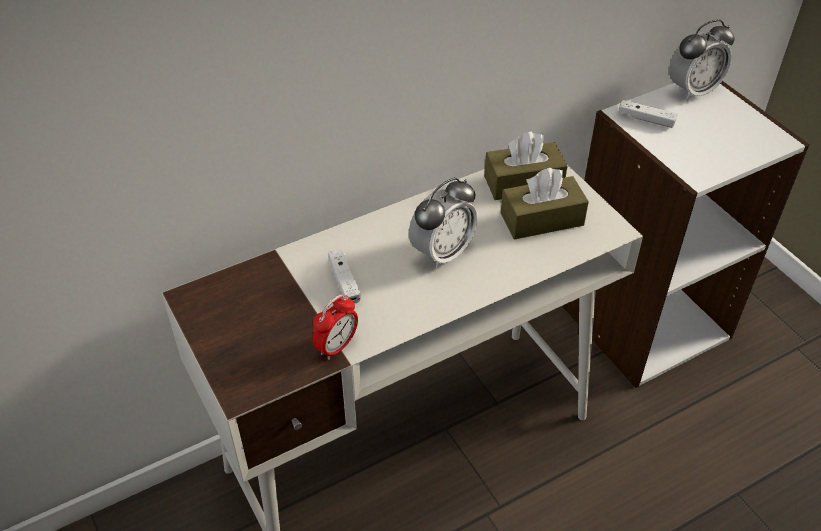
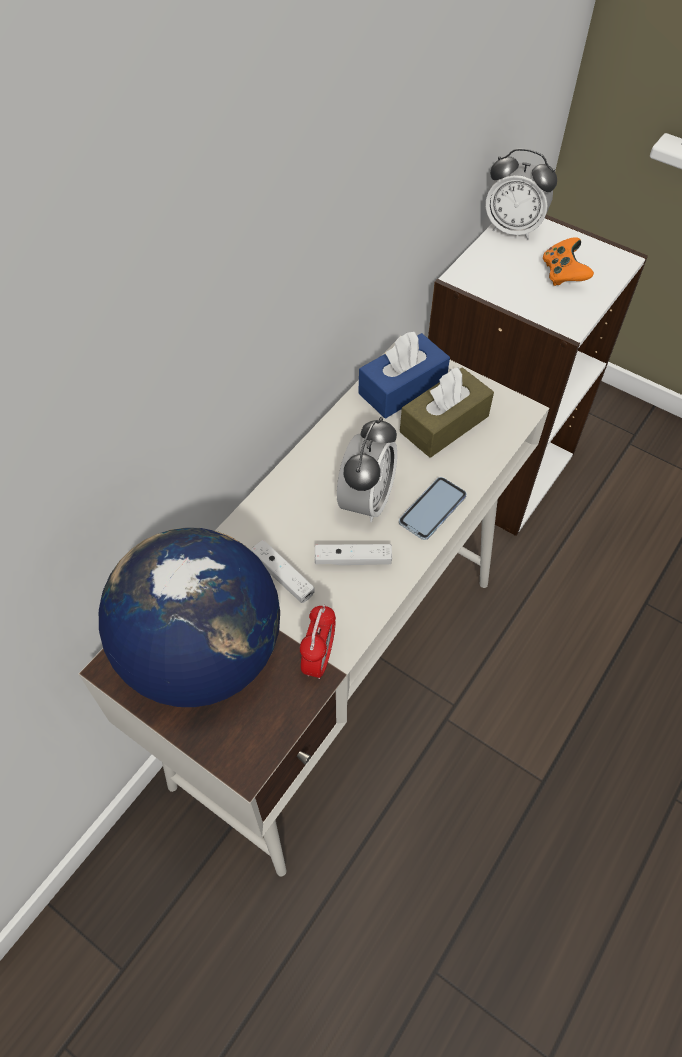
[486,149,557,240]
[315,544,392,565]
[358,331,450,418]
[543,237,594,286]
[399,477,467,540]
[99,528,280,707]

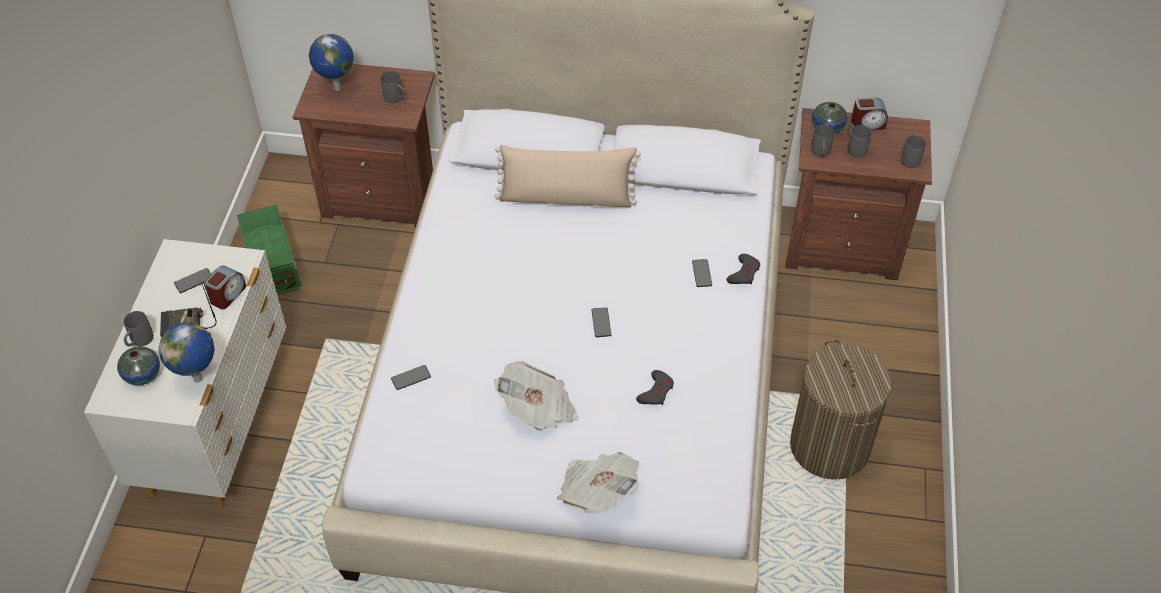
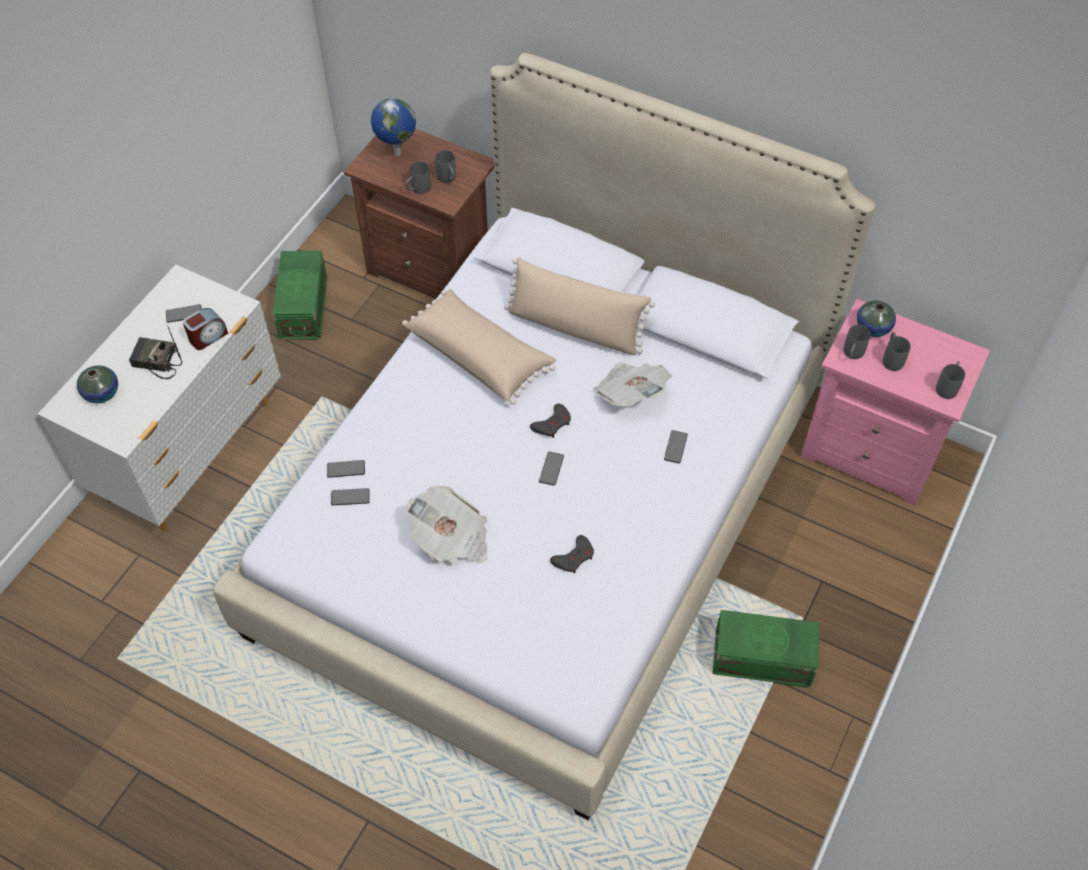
[851,97,888,130] (first image)
[801,299,990,506]
[530,404,571,438]
[405,161,431,194]
[159,322,214,383] (first image)
[713,610,820,688]
[593,363,672,406]
[402,289,556,404]
[331,488,370,505]

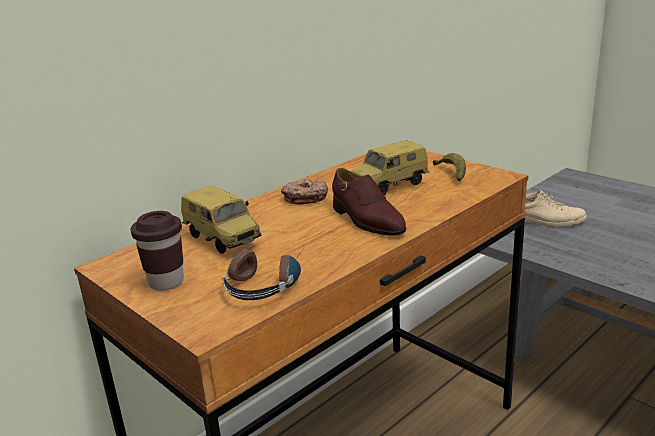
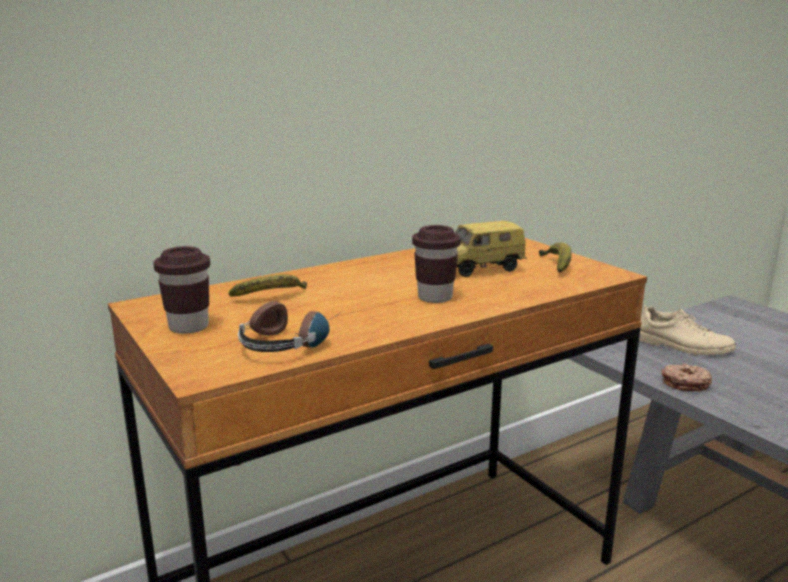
[412,225,461,303]
[661,363,712,391]
[229,274,307,297]

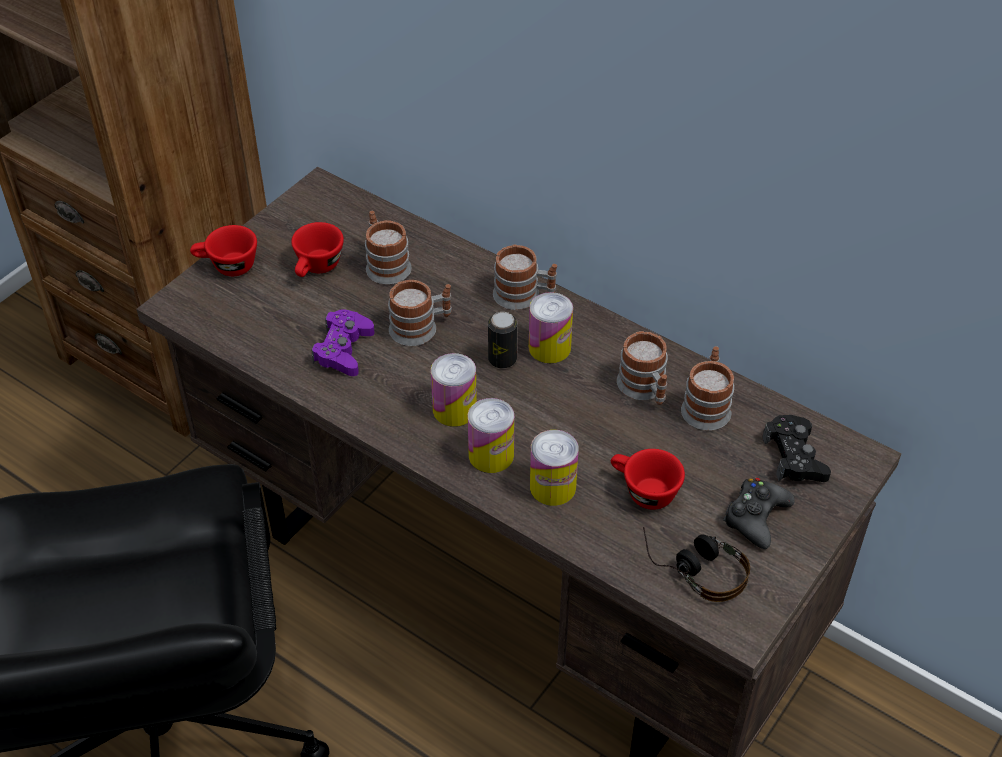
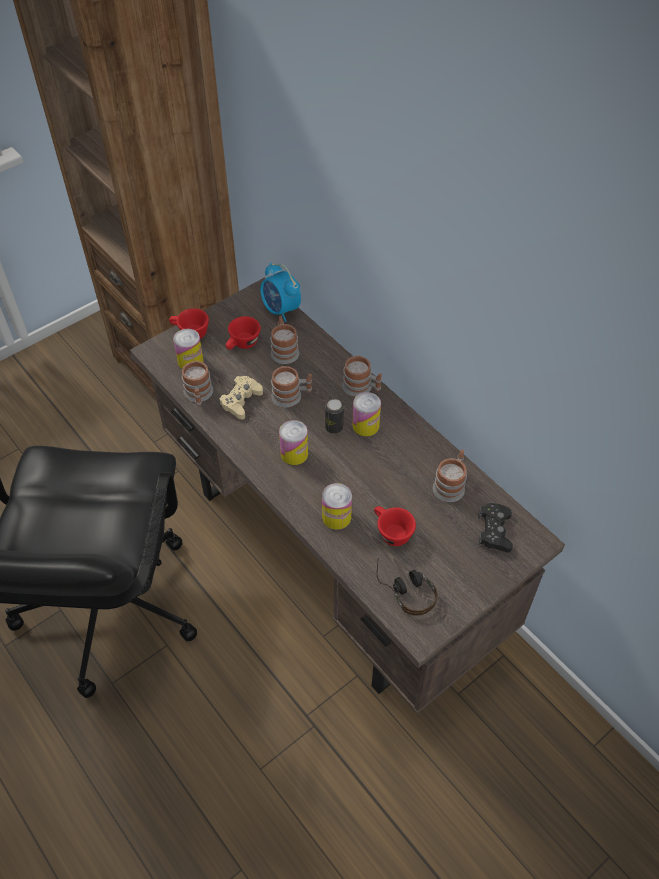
[219,376,263,419]
[182,361,213,406]
[173,329,203,369]
[723,478,795,549] (first image)
[260,263,301,322]

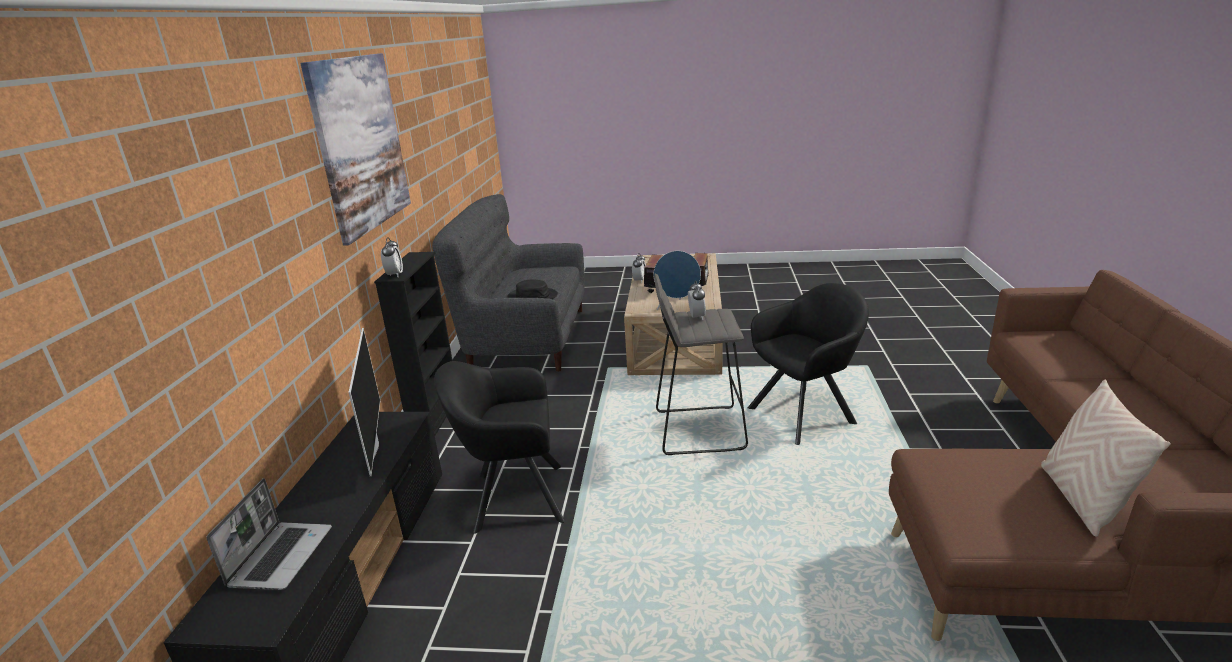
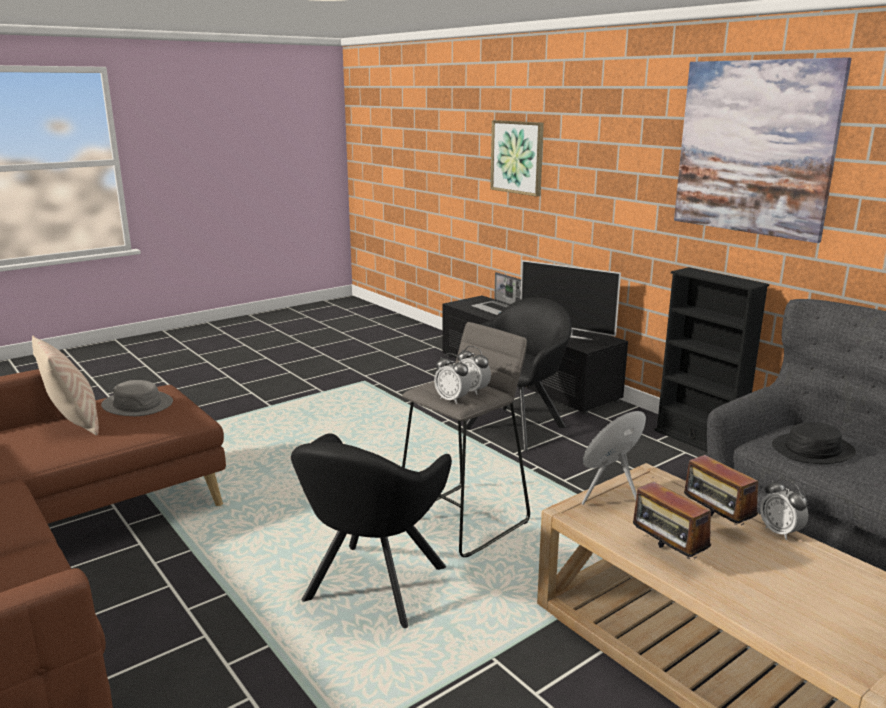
[434,353,471,404]
[490,120,544,197]
[101,380,173,416]

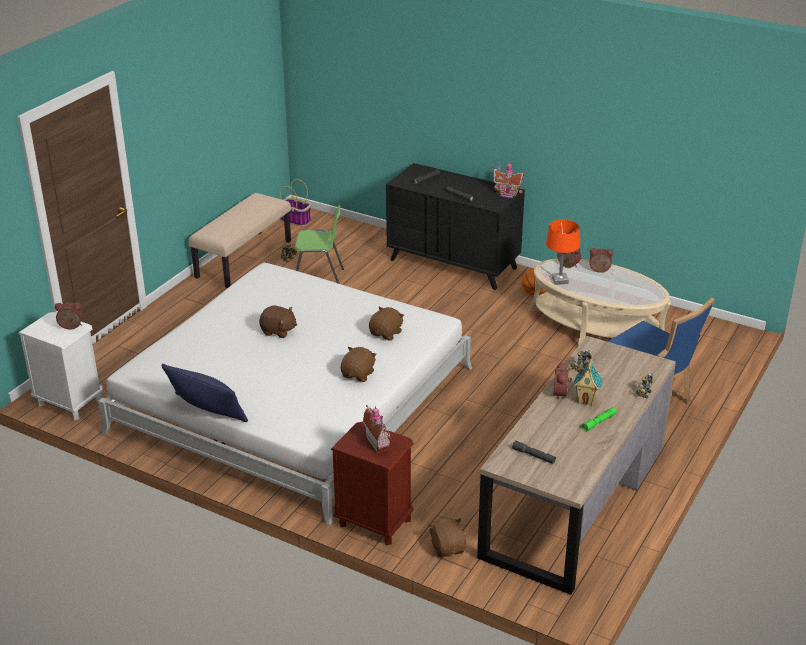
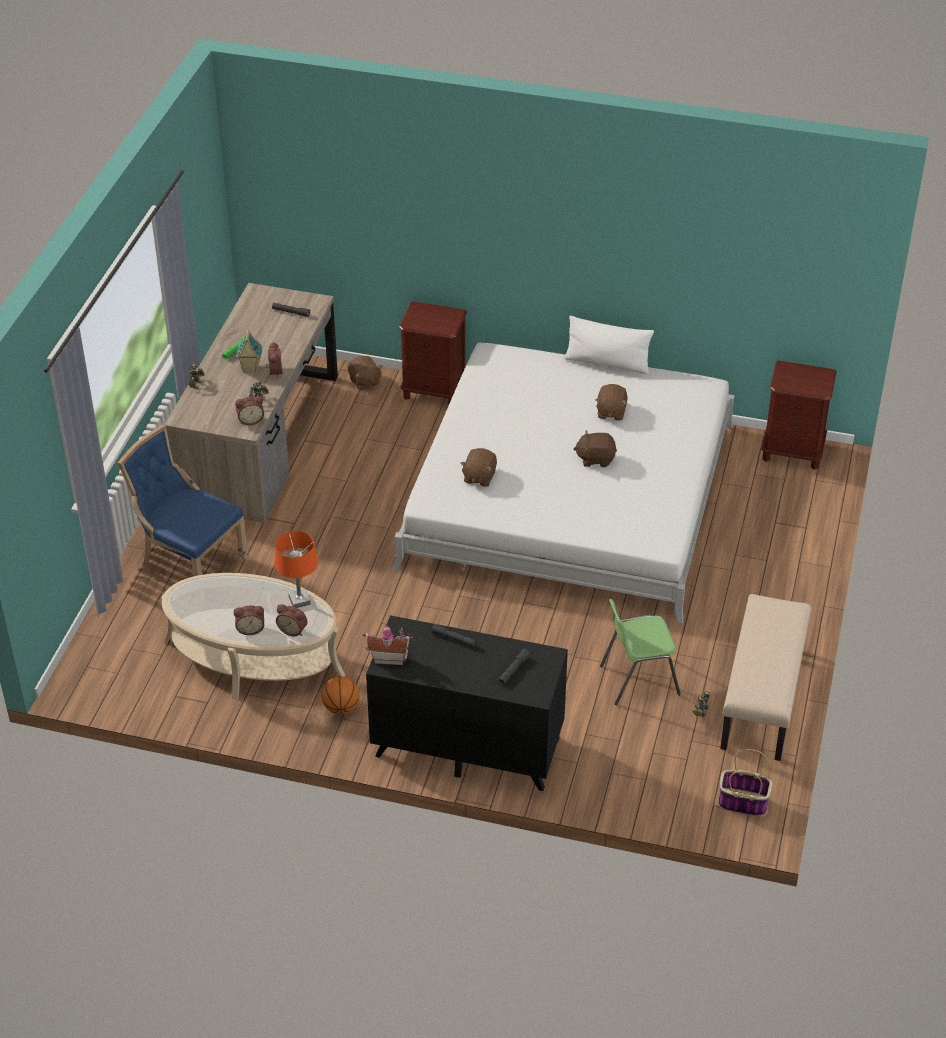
[235,396,264,425]
[761,360,837,470]
[595,384,627,421]
[564,316,654,374]
[363,405,390,453] (first image)

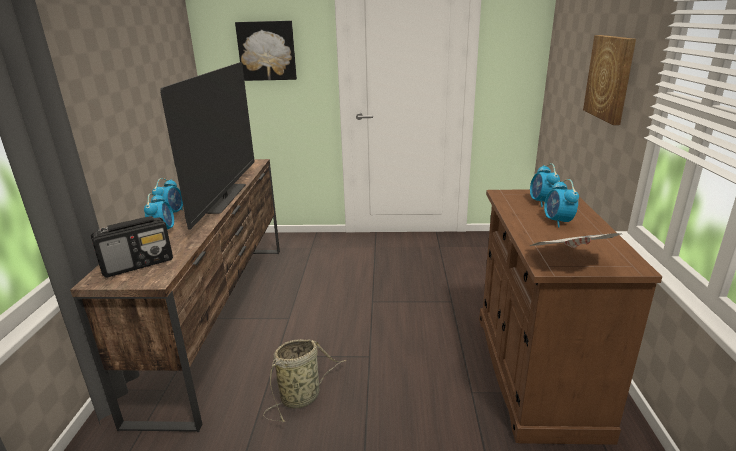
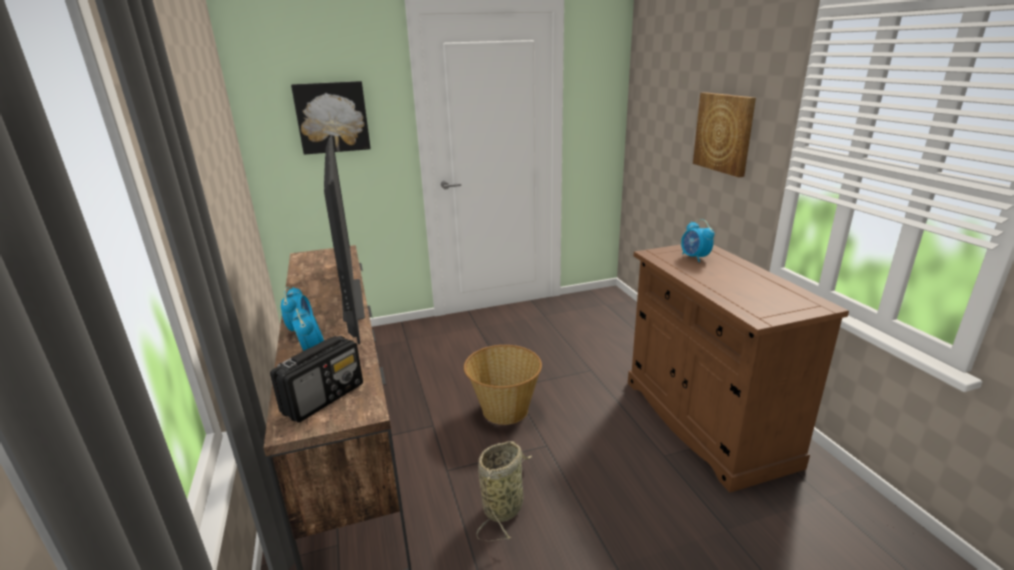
[544,179,579,227] (first image)
[532,233,621,248] (first image)
[464,345,542,425]

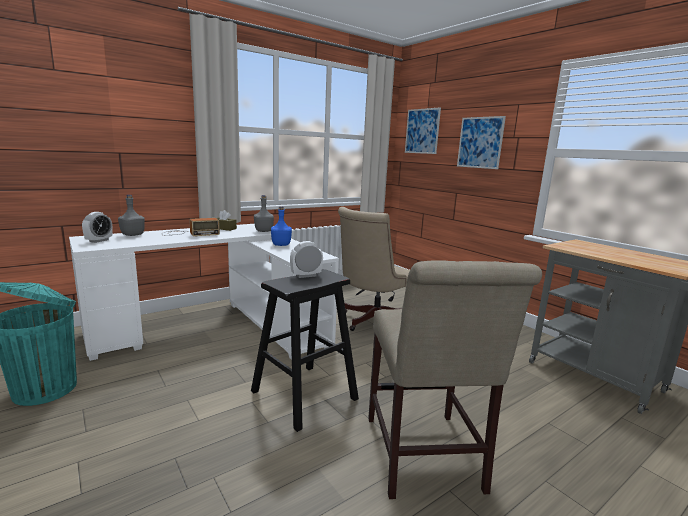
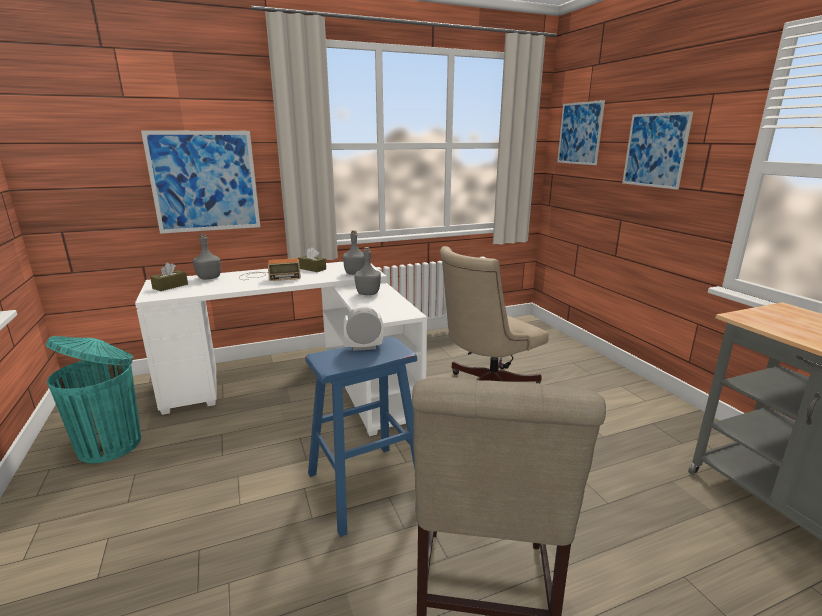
[355,247,381,295]
[150,263,188,291]
[305,337,417,537]
[141,130,260,234]

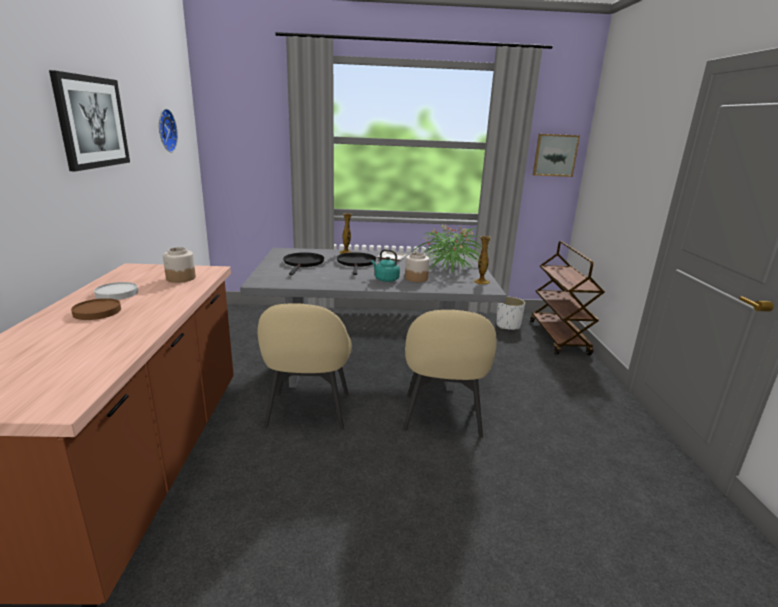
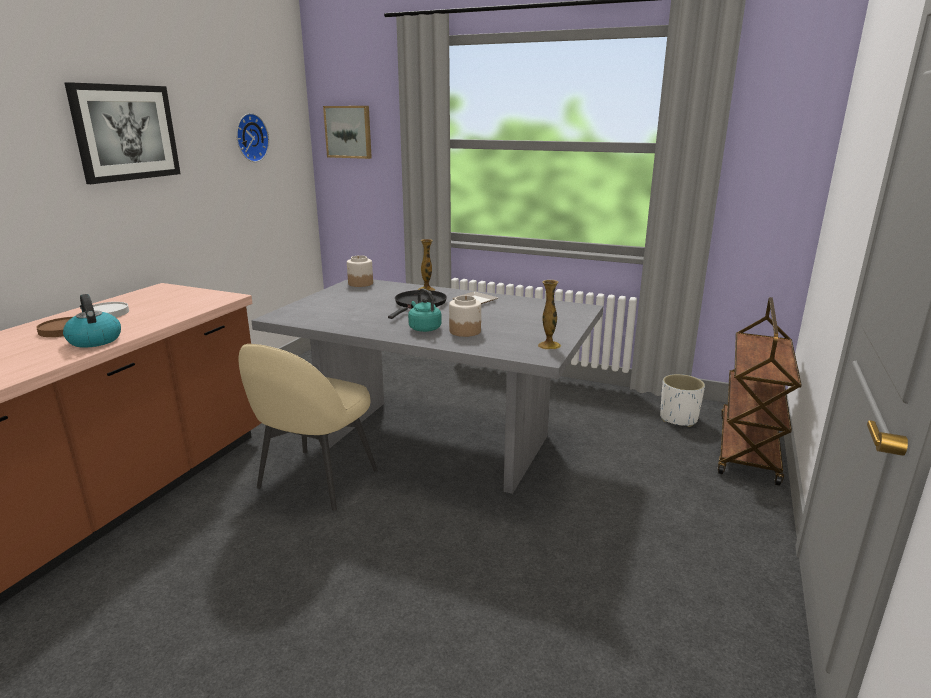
[323,106,372,159]
[413,224,482,274] (first image)
[347,255,373,287]
[283,252,324,275] (first image)
[403,310,497,438] (first image)
[63,294,121,348]

